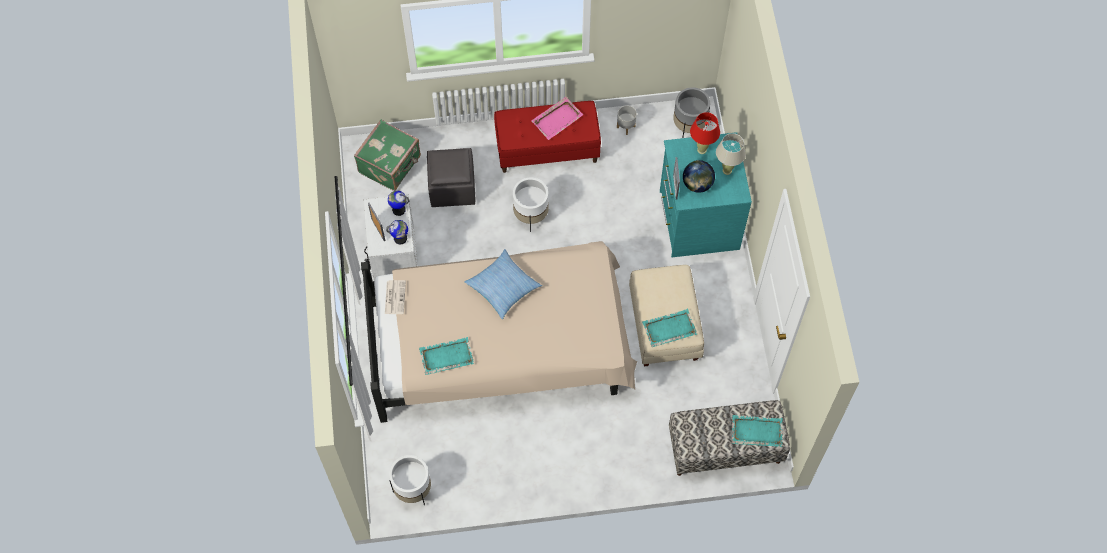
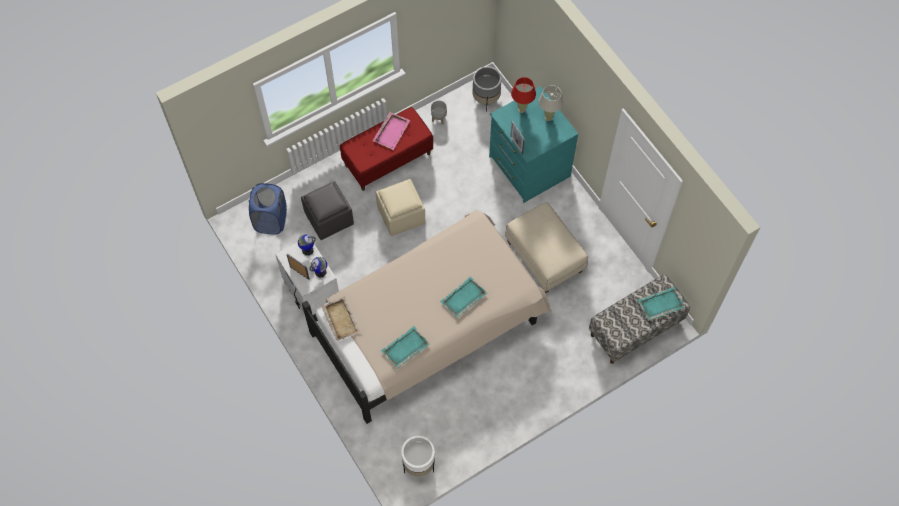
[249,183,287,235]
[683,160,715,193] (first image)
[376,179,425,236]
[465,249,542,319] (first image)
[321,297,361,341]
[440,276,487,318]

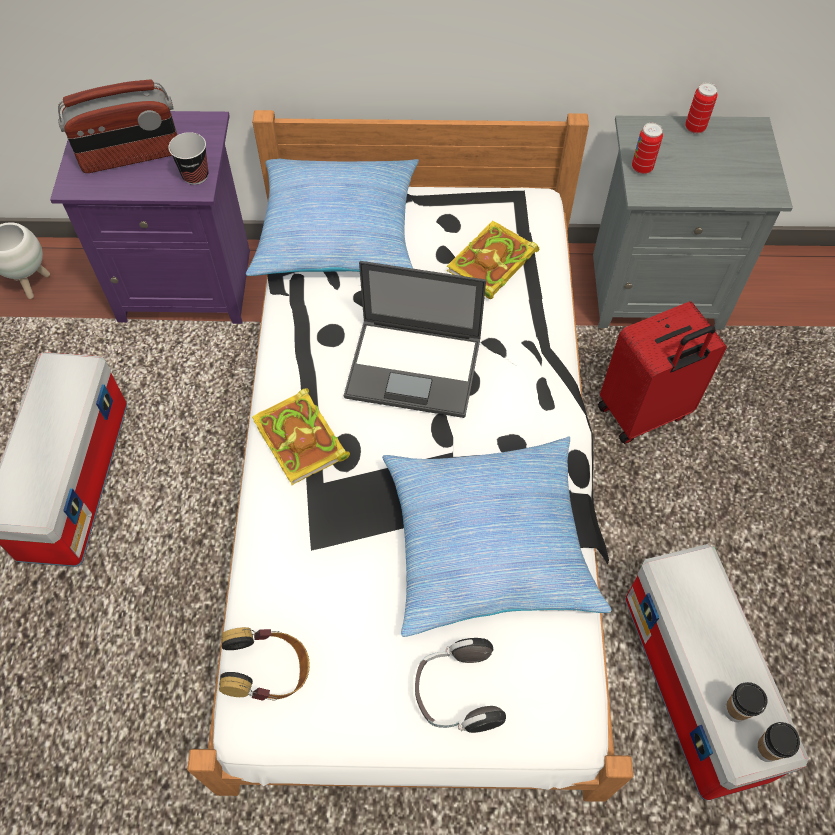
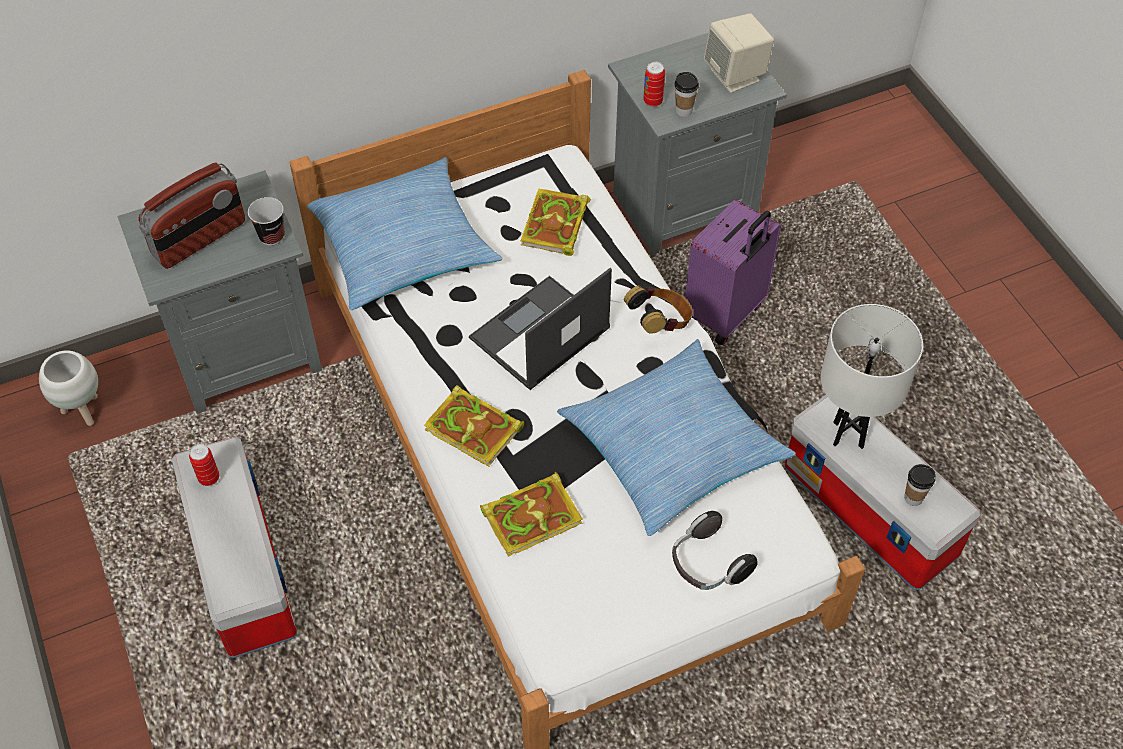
[189,444,219,486]
[117,170,322,414]
[469,268,612,390]
[685,199,781,345]
[624,286,693,334]
[674,72,699,117]
[704,13,774,93]
[821,304,923,449]
[480,472,583,557]

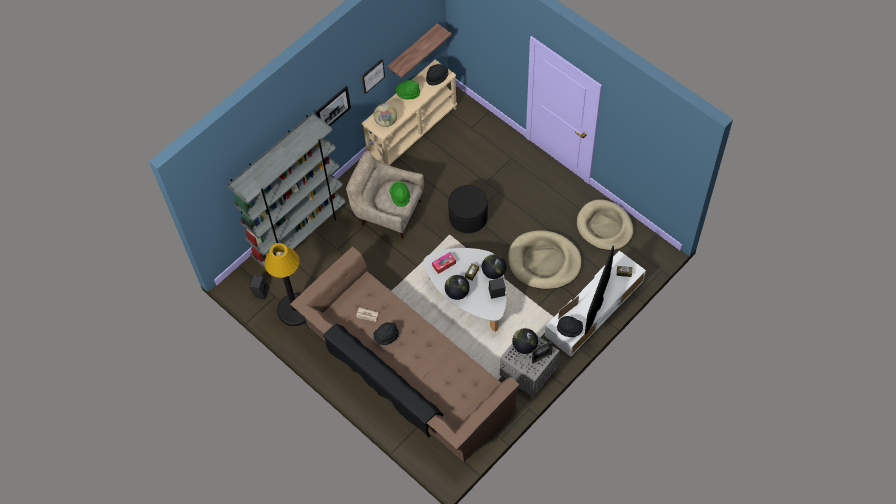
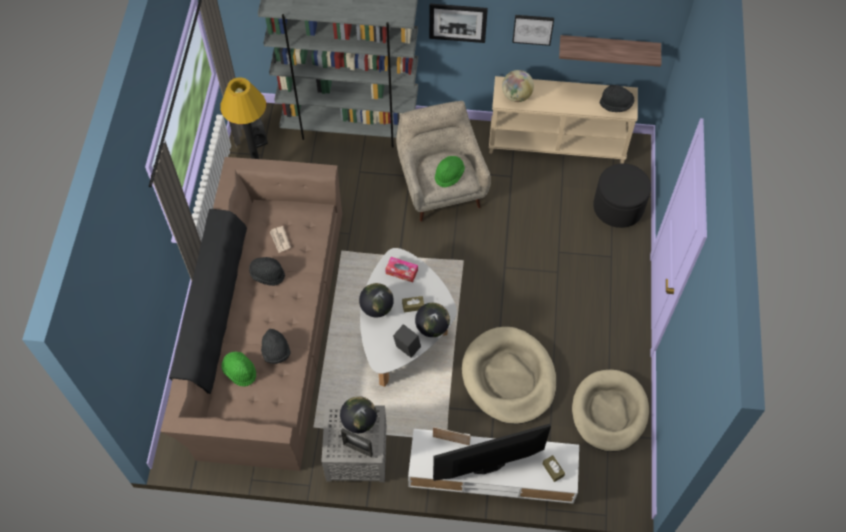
[221,352,256,387]
[593,163,651,228]
[261,329,291,364]

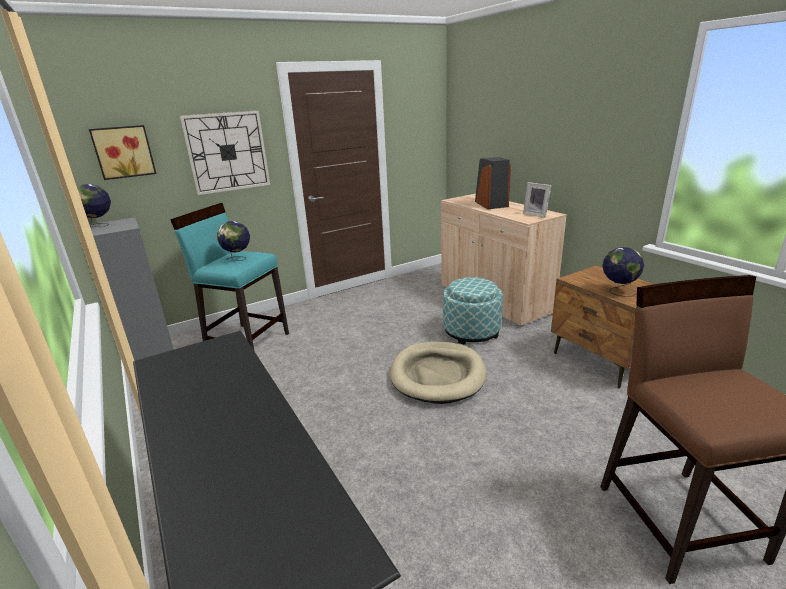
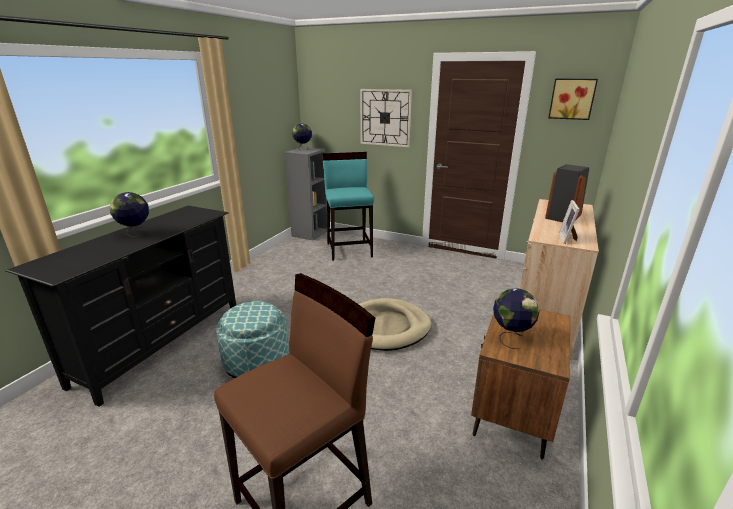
[548,78,598,120]
[110,192,149,237]
[216,301,289,378]

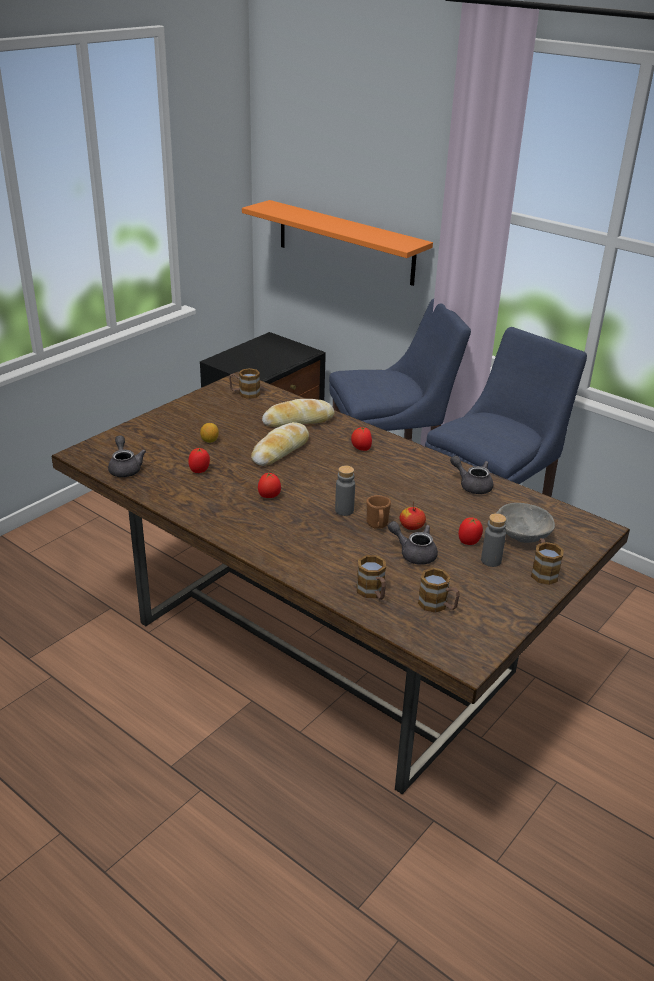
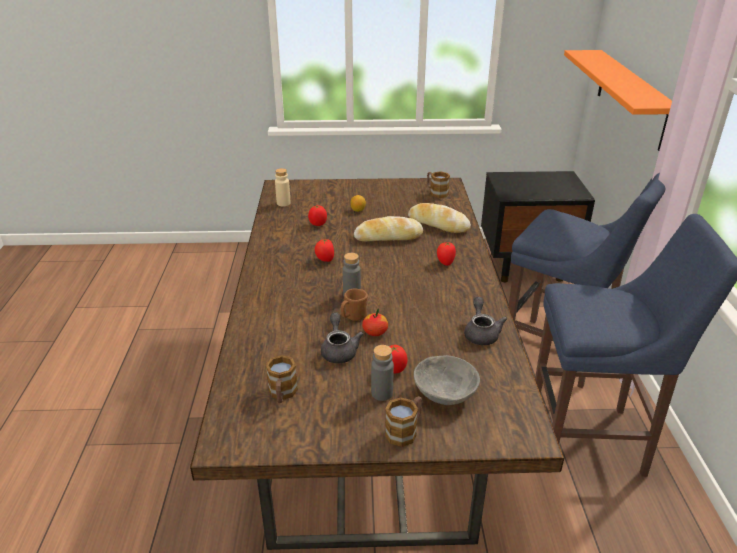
[275,168,291,206]
[356,555,386,600] (first image)

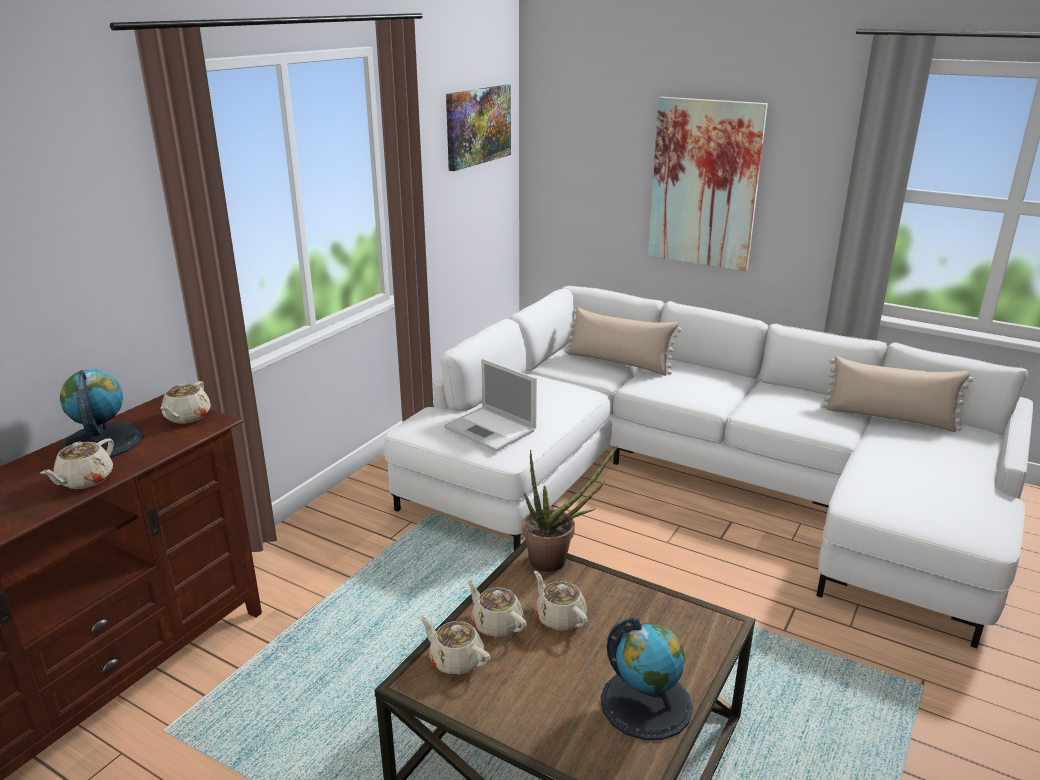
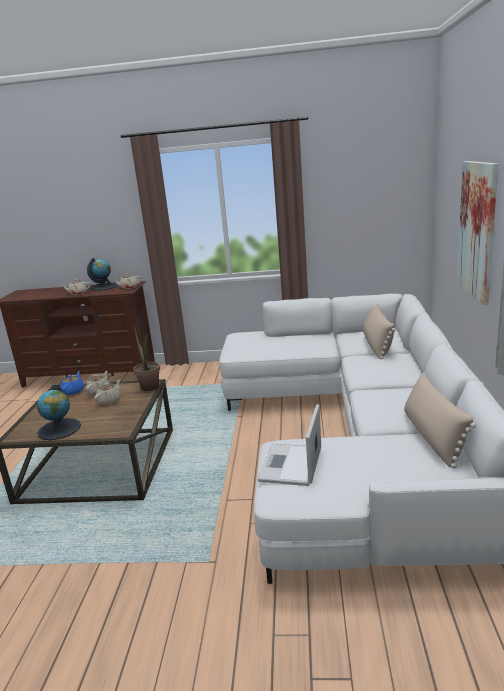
[446,85,511,171] (first image)
[257,404,321,486]
[60,371,84,395]

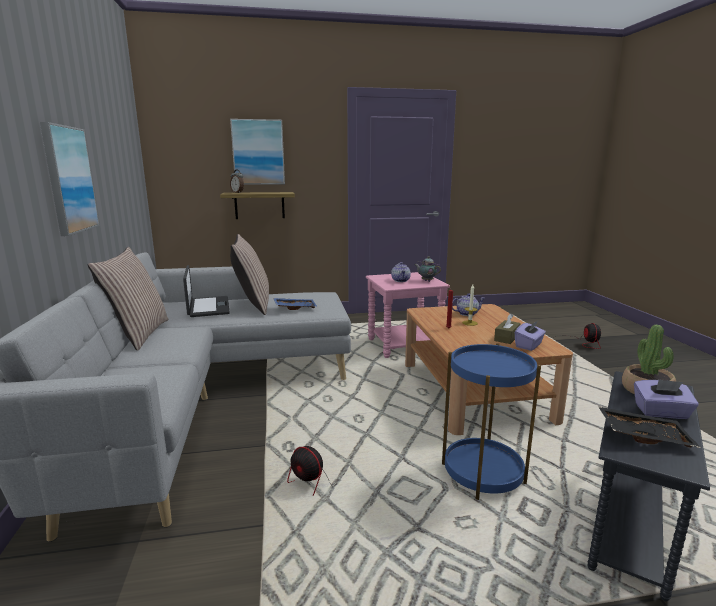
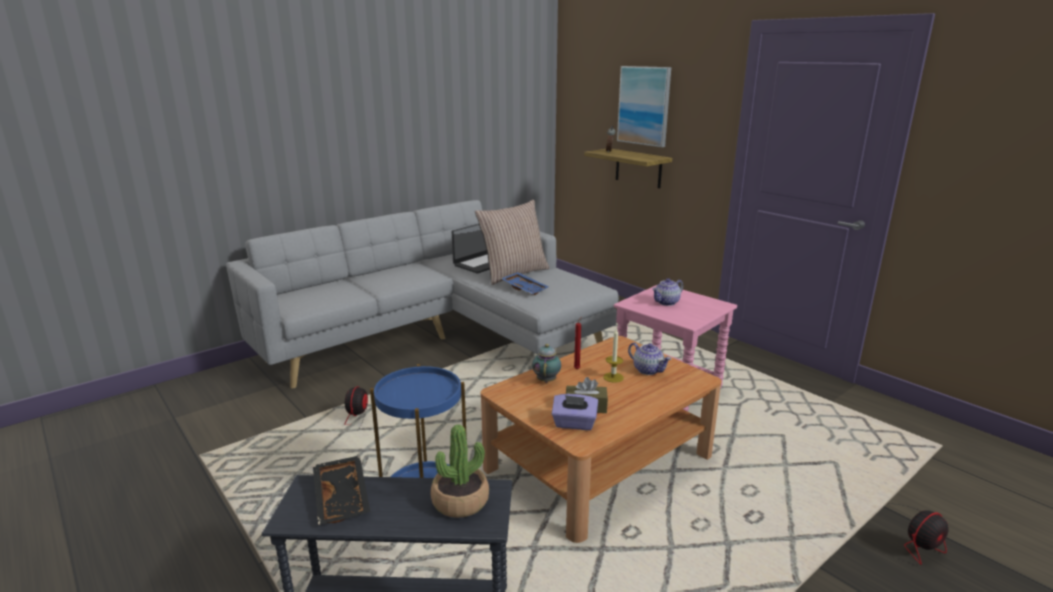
[40,122,100,236] (first image)
[88,247,169,351] (first image)
[532,344,561,383]
[634,379,699,419] (first image)

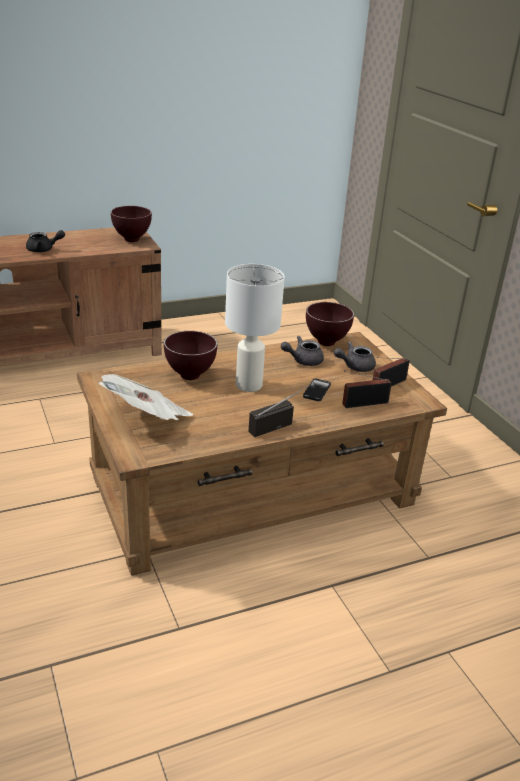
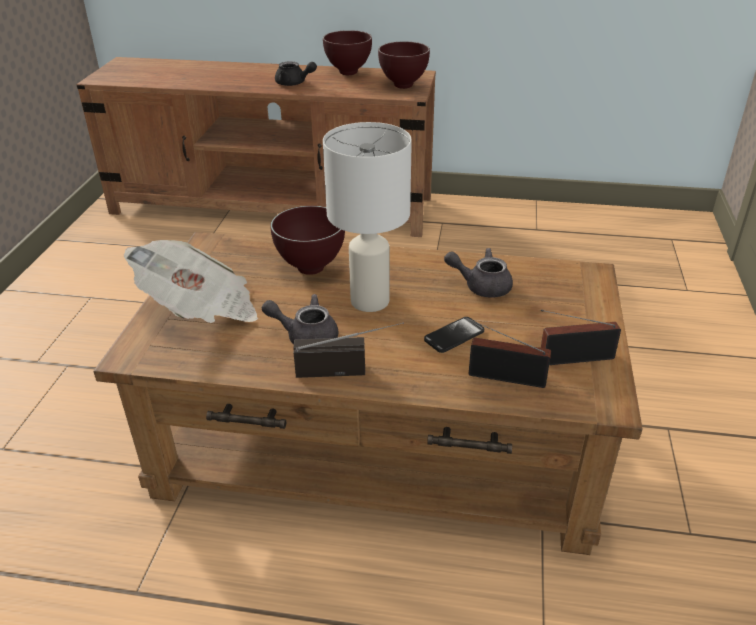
[323,30,372,75]
[262,294,338,345]

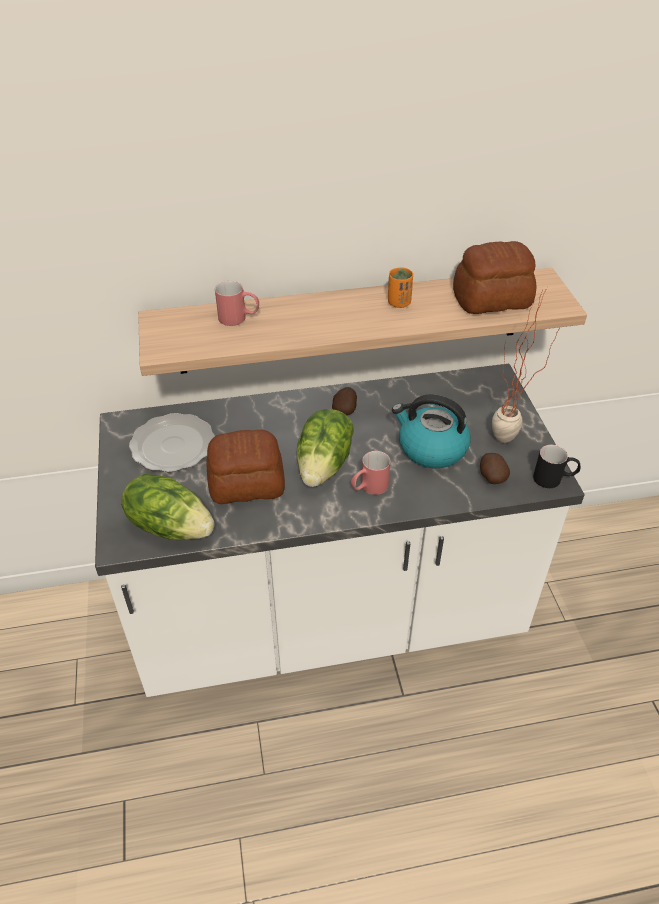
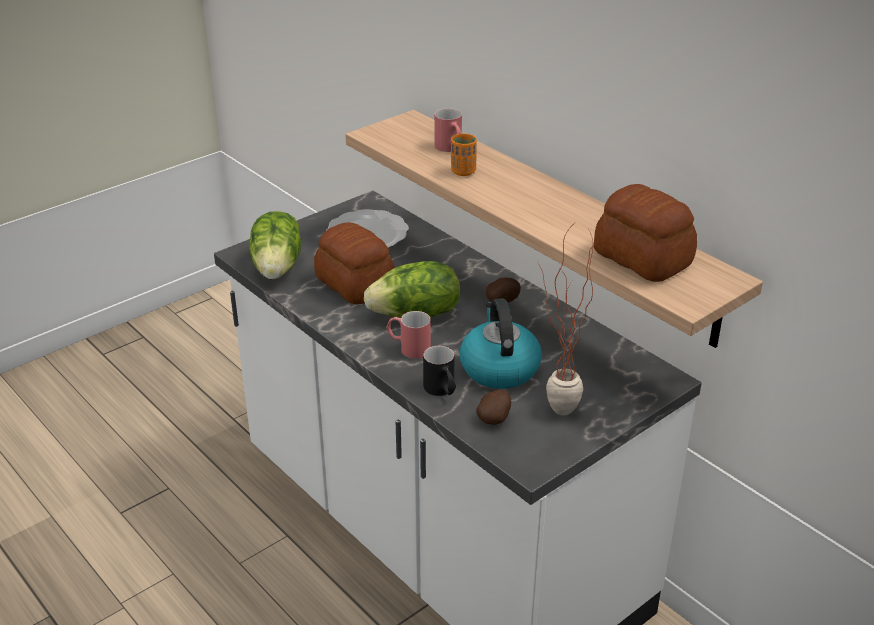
[451,134,477,176]
[423,346,456,396]

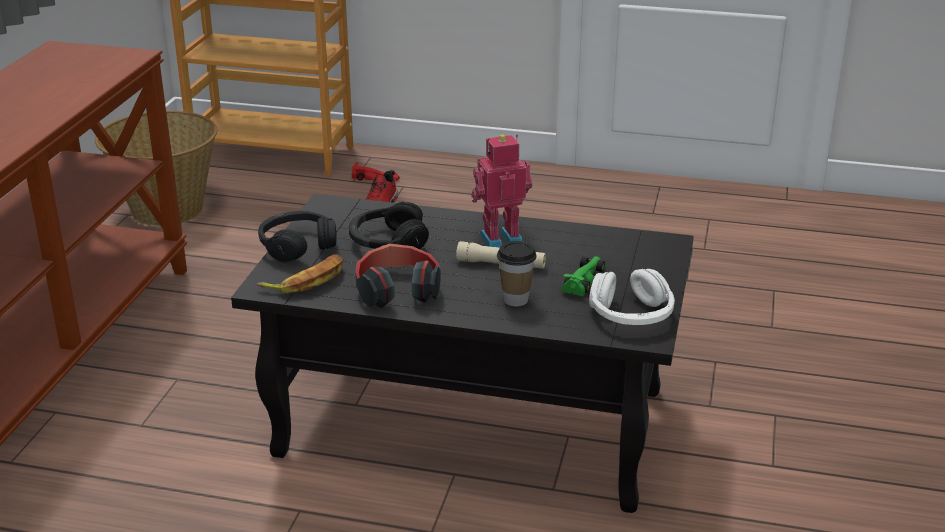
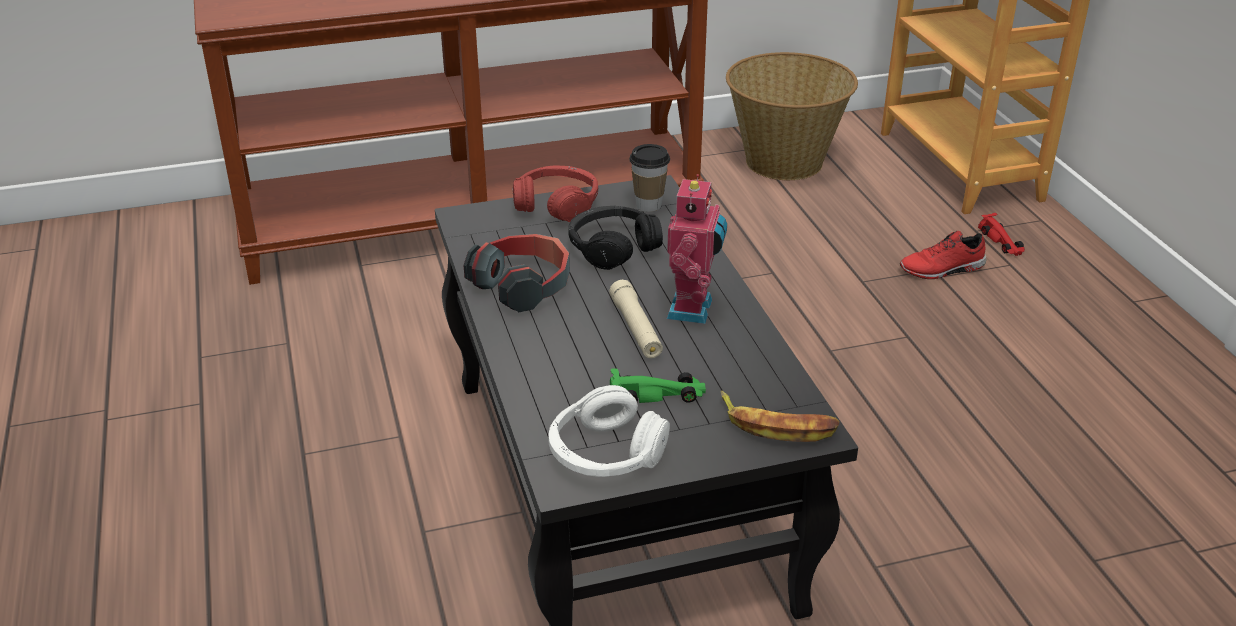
[666,174,727,324]
[513,165,598,222]
[629,144,670,212]
[721,391,840,442]

